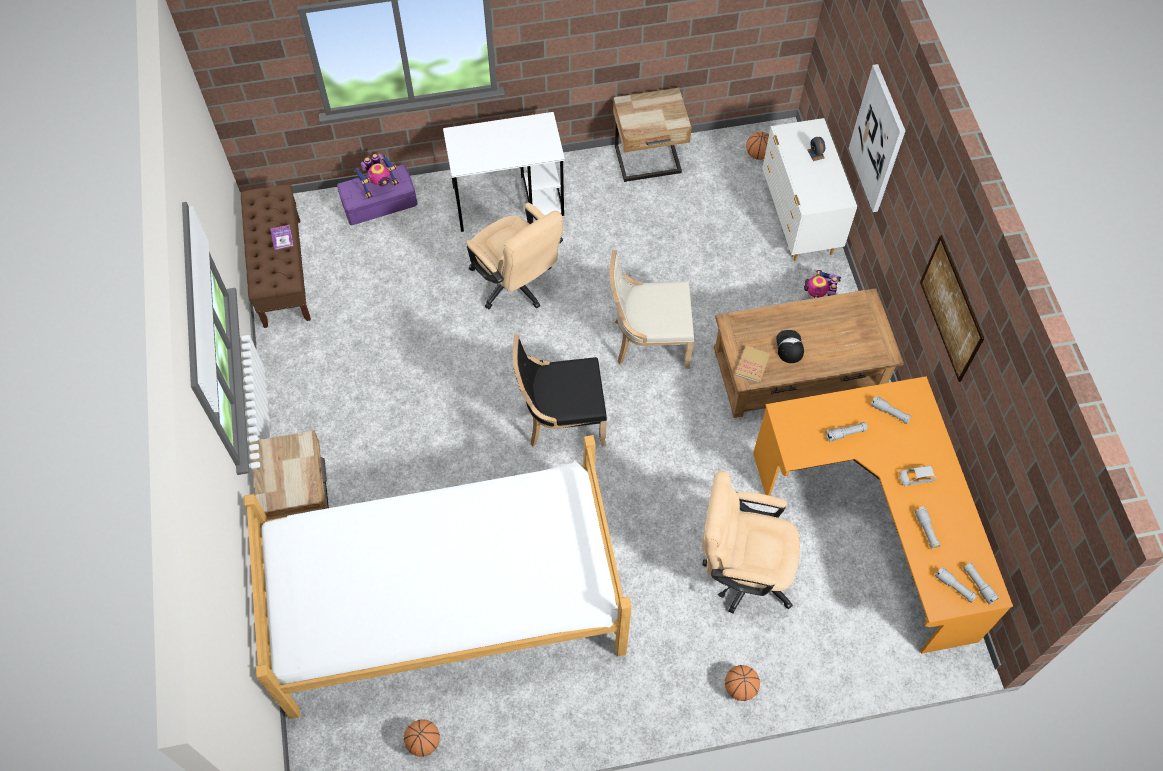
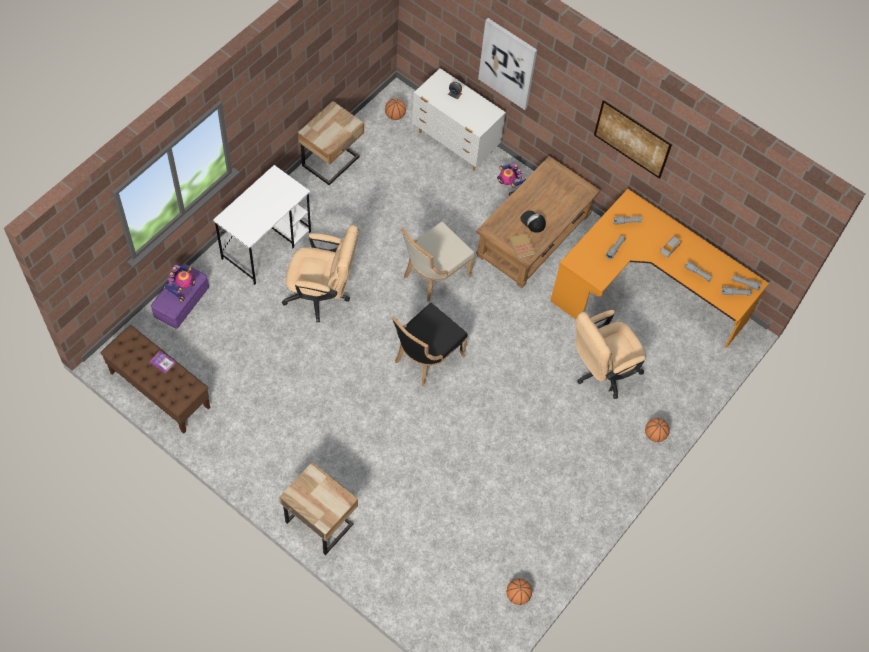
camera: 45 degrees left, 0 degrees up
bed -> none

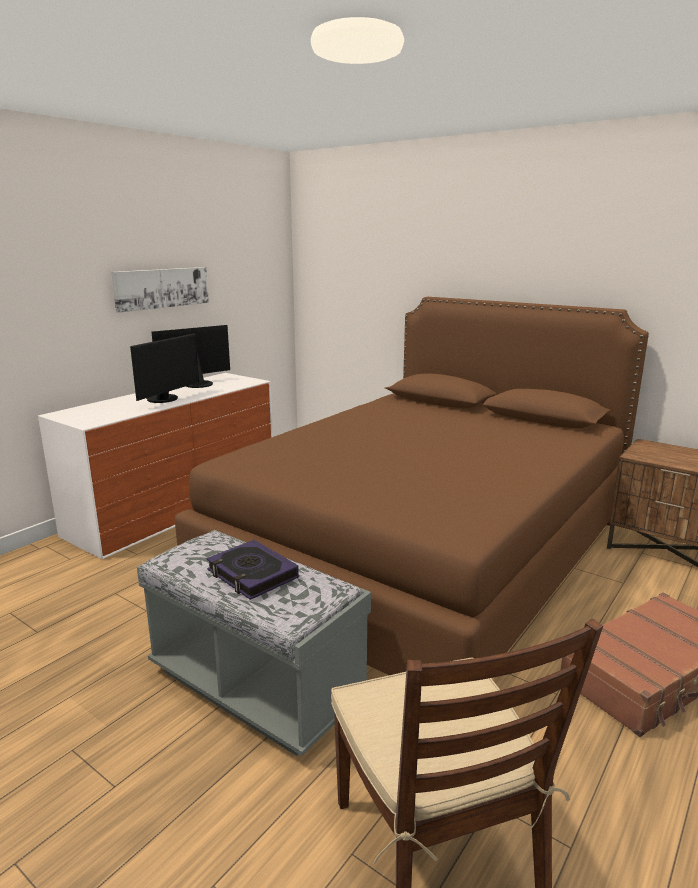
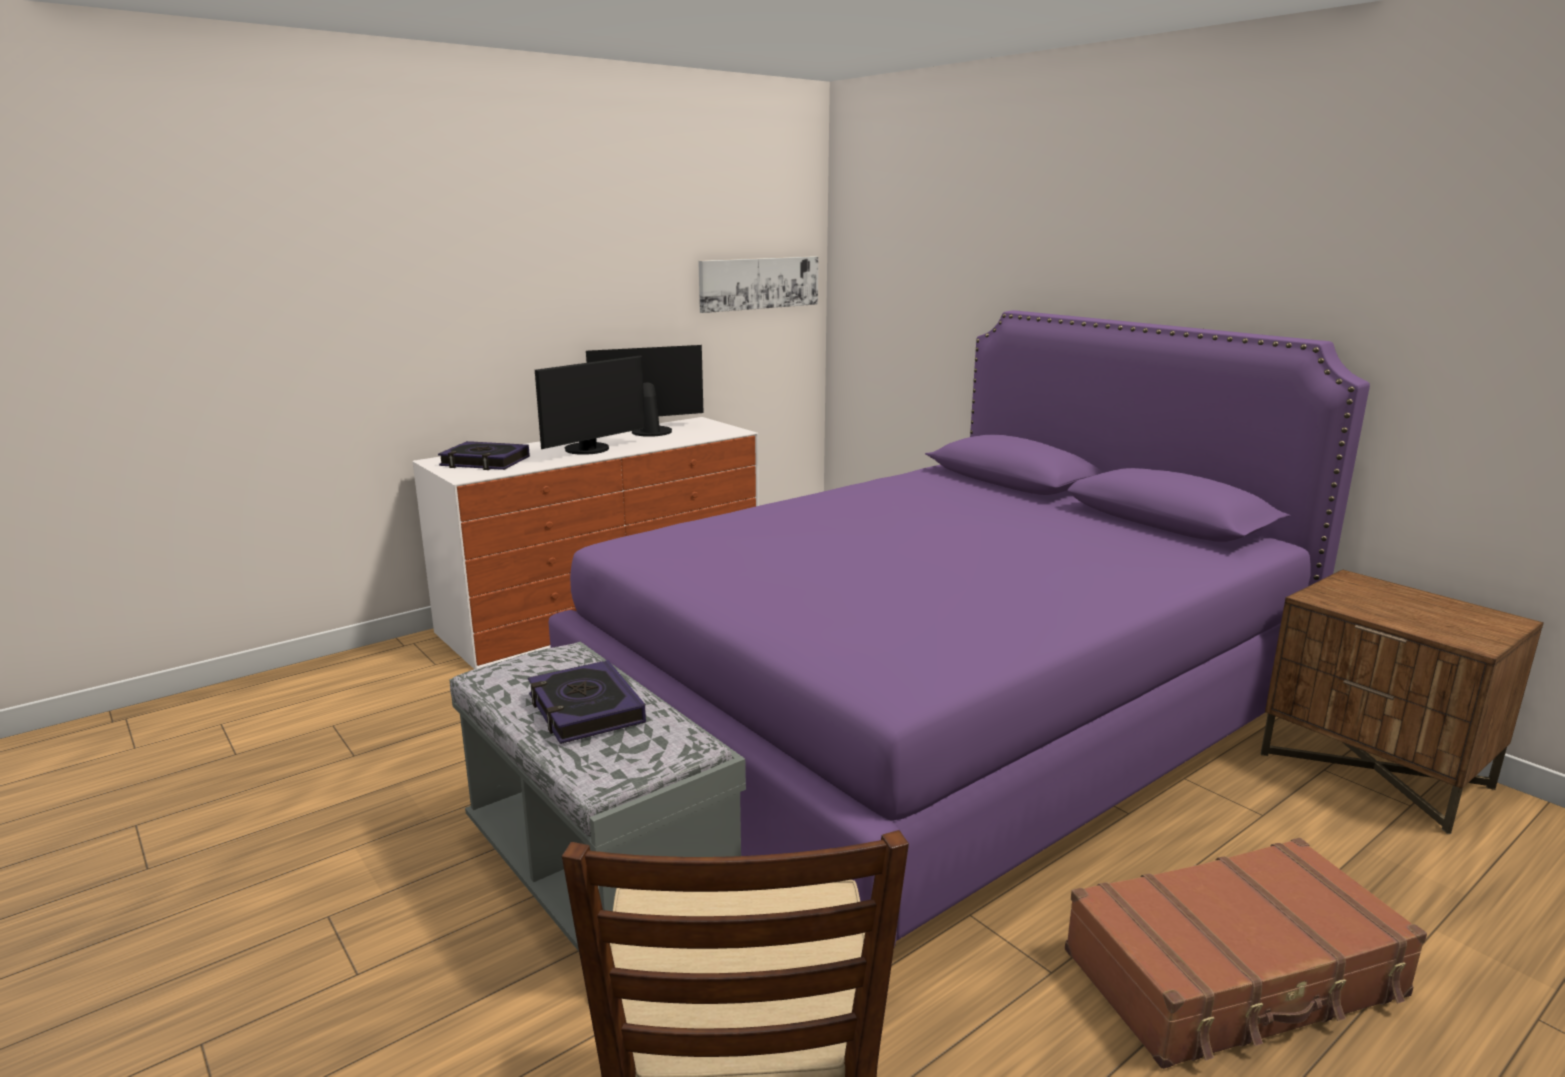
camera: 15 degrees right, 0 degrees up
none -> volume (no. 1 from left)
wall picture, shifted
bed/brownish -> bed/purplish

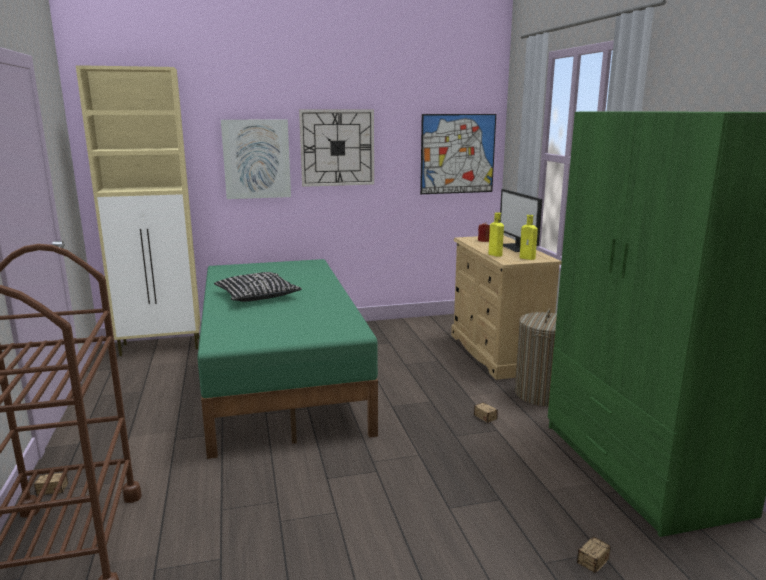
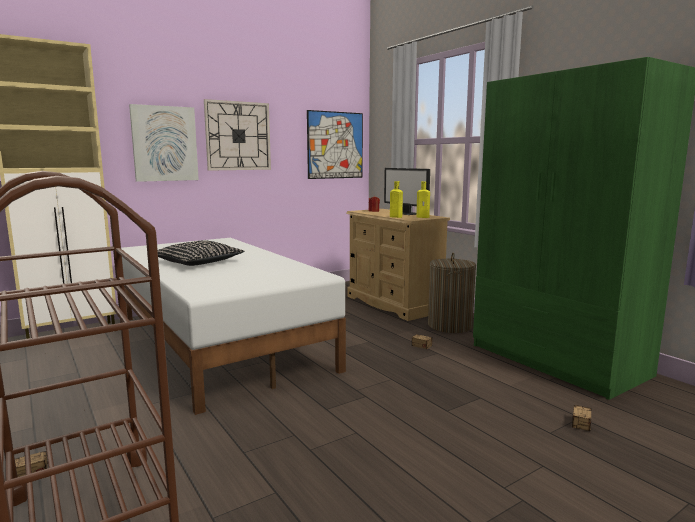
camera: 20 degrees left, 5 degrees down
bed/green -> bed/white-coloured

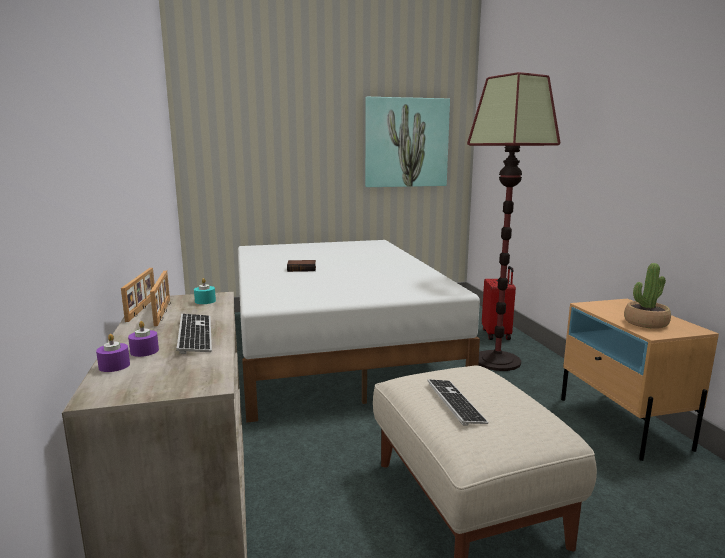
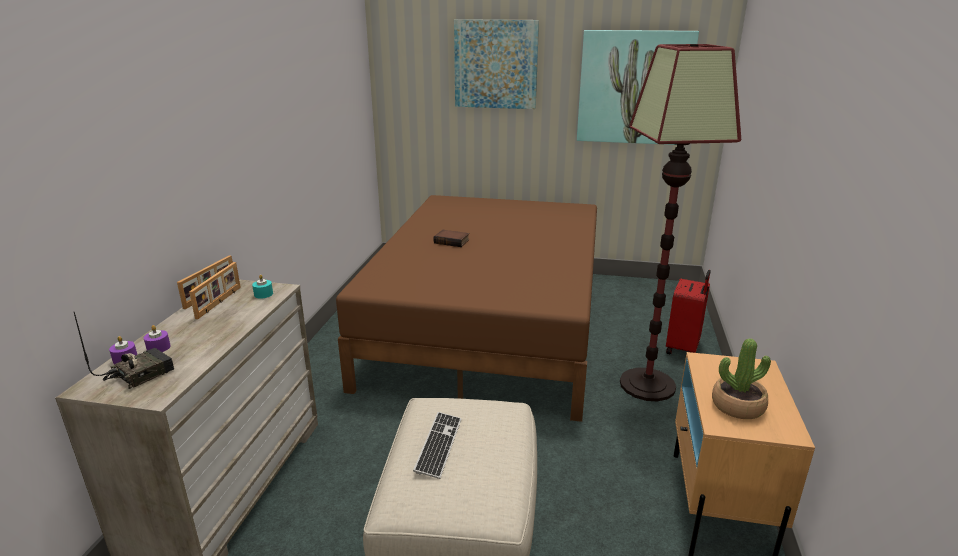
camera: 25 degrees right, 10 degrees up
PC keyboard (no. 1 from left) -> none
none -> radio
none -> wall picture (no. 1 from left)
bed/white-coloured -> bed/brownish

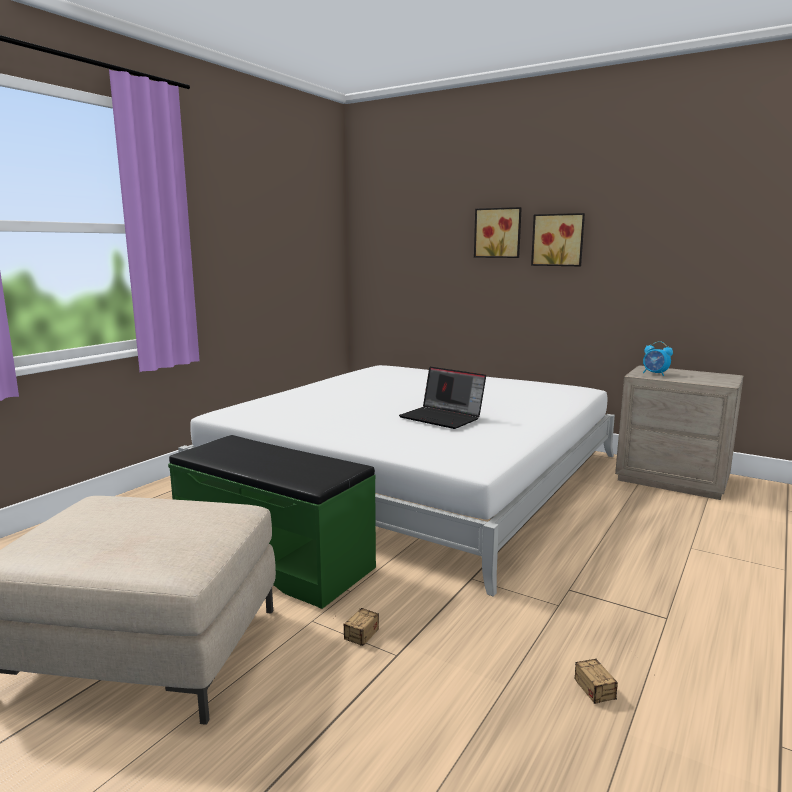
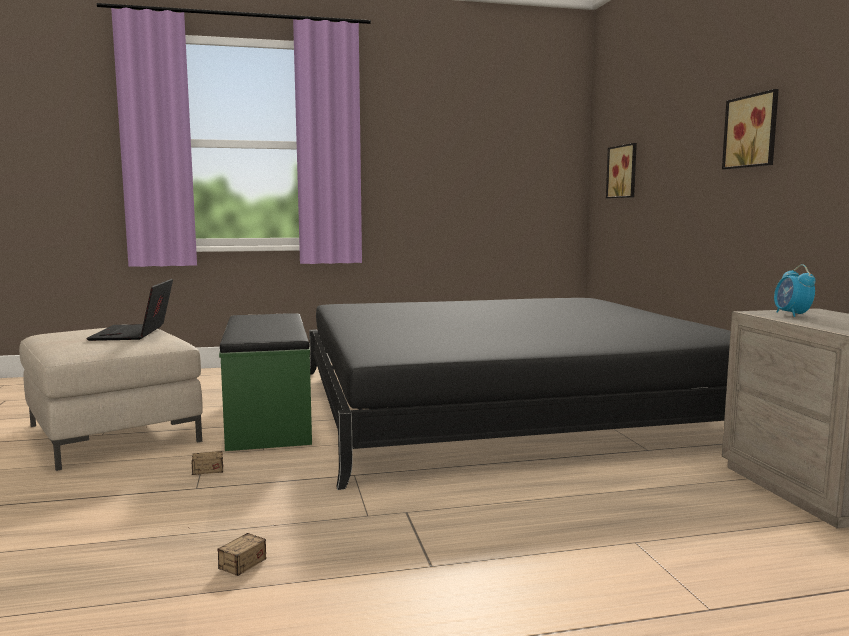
camera: 45 degrees right, 5 degrees down
portable computer, shifted
wall picture (no. 1 from left), shifted
bed/white-coloured -> bed/black-coloured

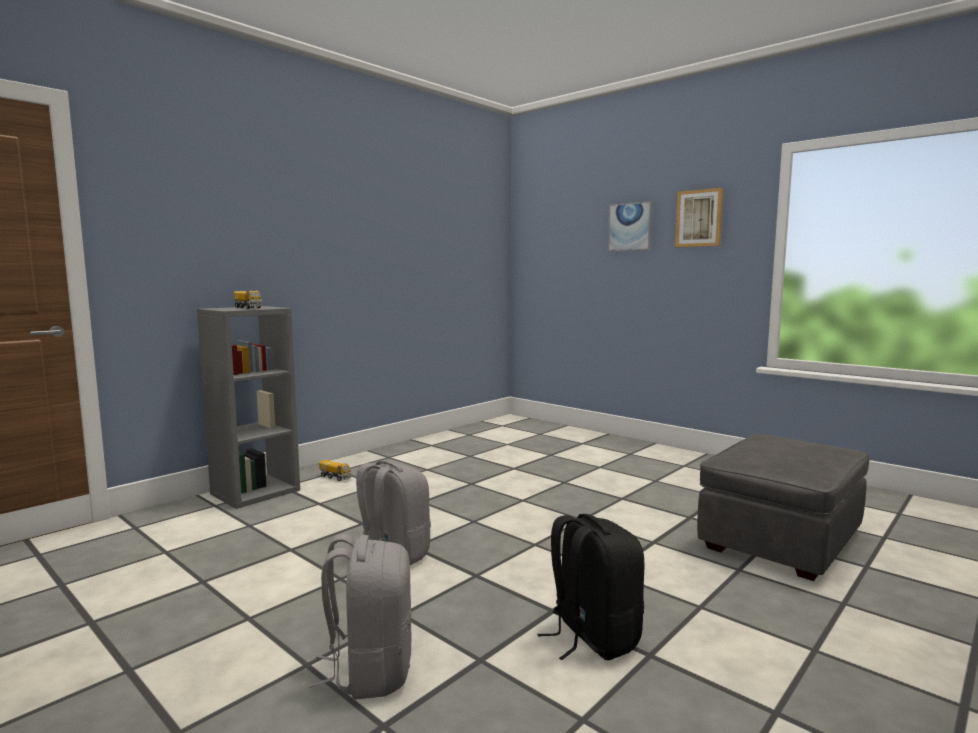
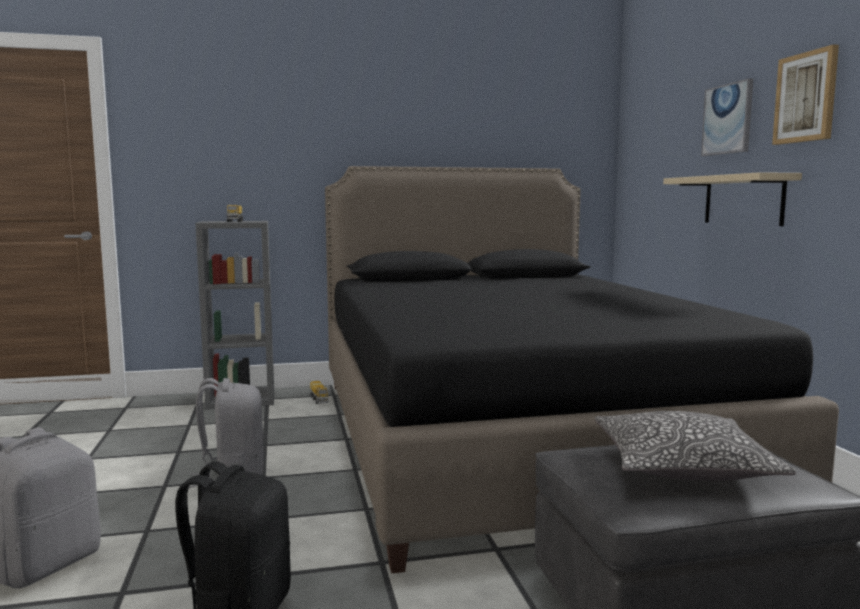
camera: 35 degrees right, 0 degrees up
none -> bed/black-coloured
none -> pillow
none -> wall shelf/sand-coloured

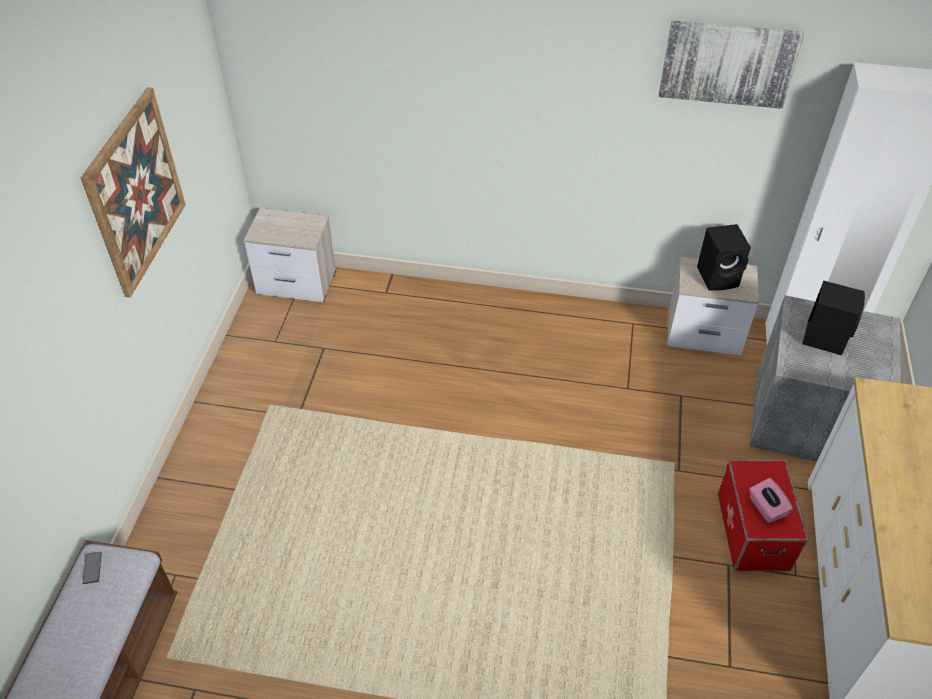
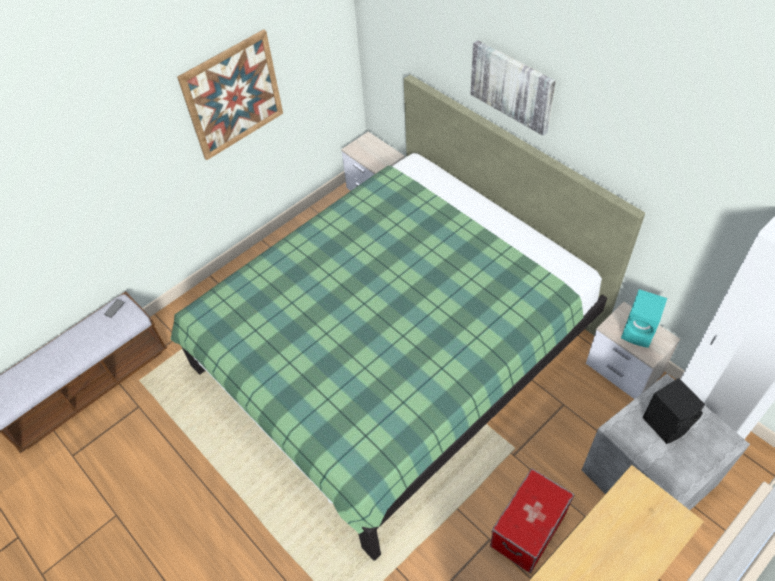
camera: 40 degrees right, 5 degrees up
tissue holder/pink-coloured -> none
none -> bed/green
wall picture (no. 2 from left), shifted
loudspeaker/black-coloured (no. 1 from left) -> loudspeaker/turquoise

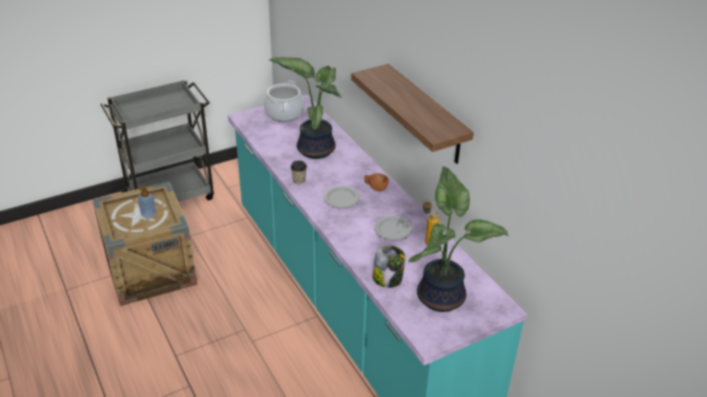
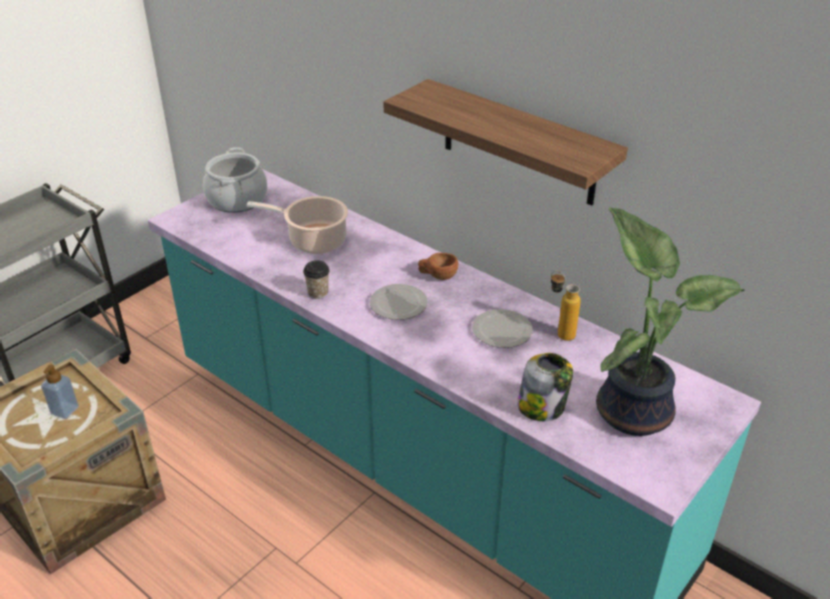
camera: 20 degrees left, 0 degrees up
plant in a pot (no. 1 from left) -> stockpot (no. 2 from left)

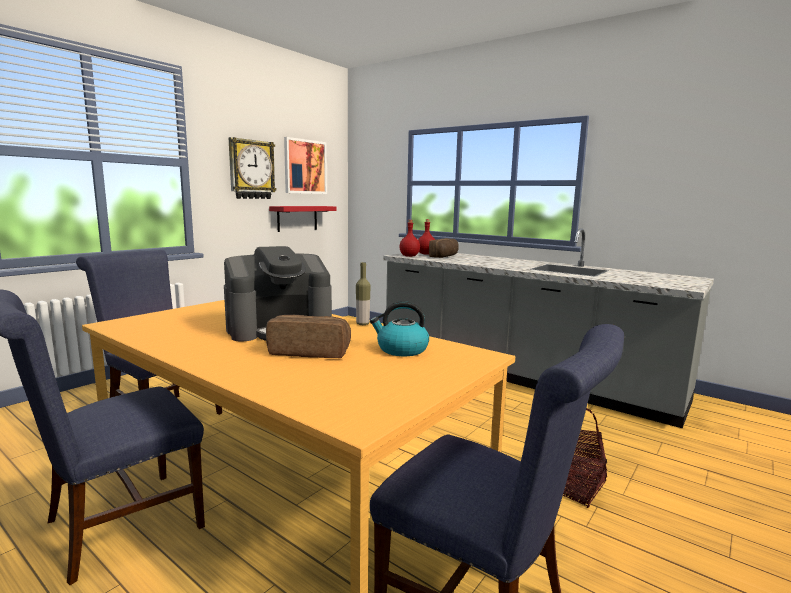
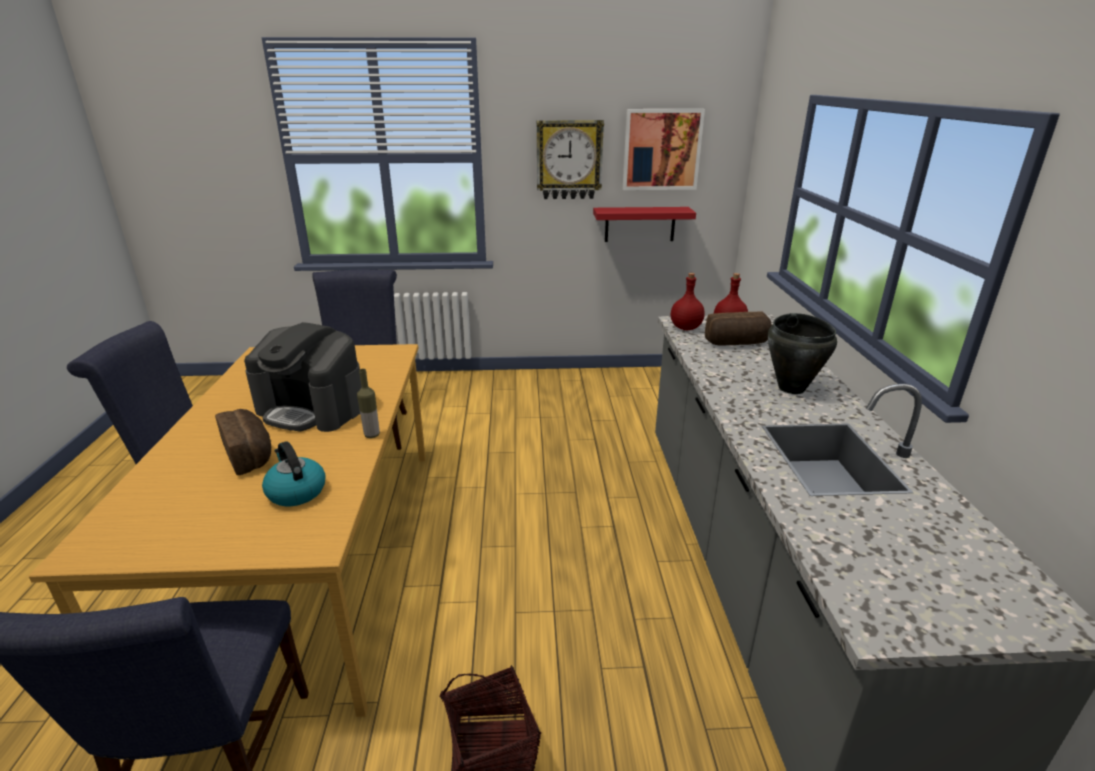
camera: 50 degrees right, 15 degrees up
none -> stockpot/black-coloured

